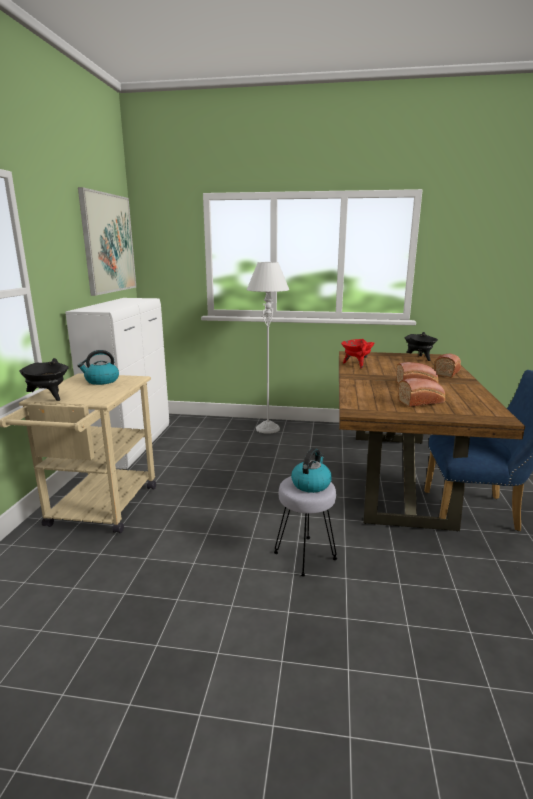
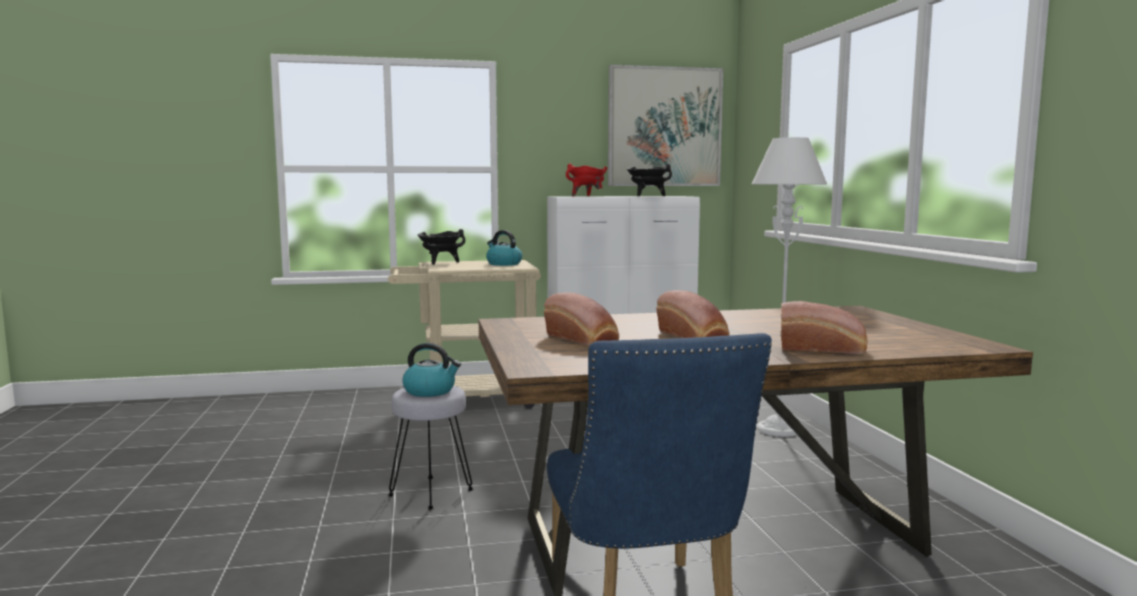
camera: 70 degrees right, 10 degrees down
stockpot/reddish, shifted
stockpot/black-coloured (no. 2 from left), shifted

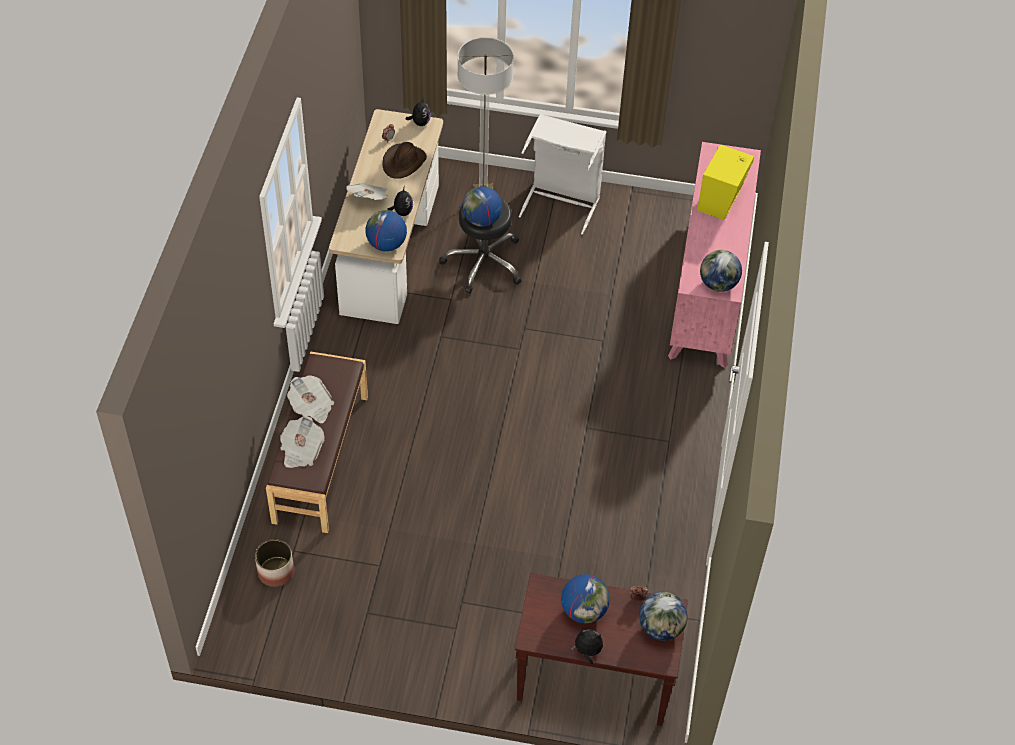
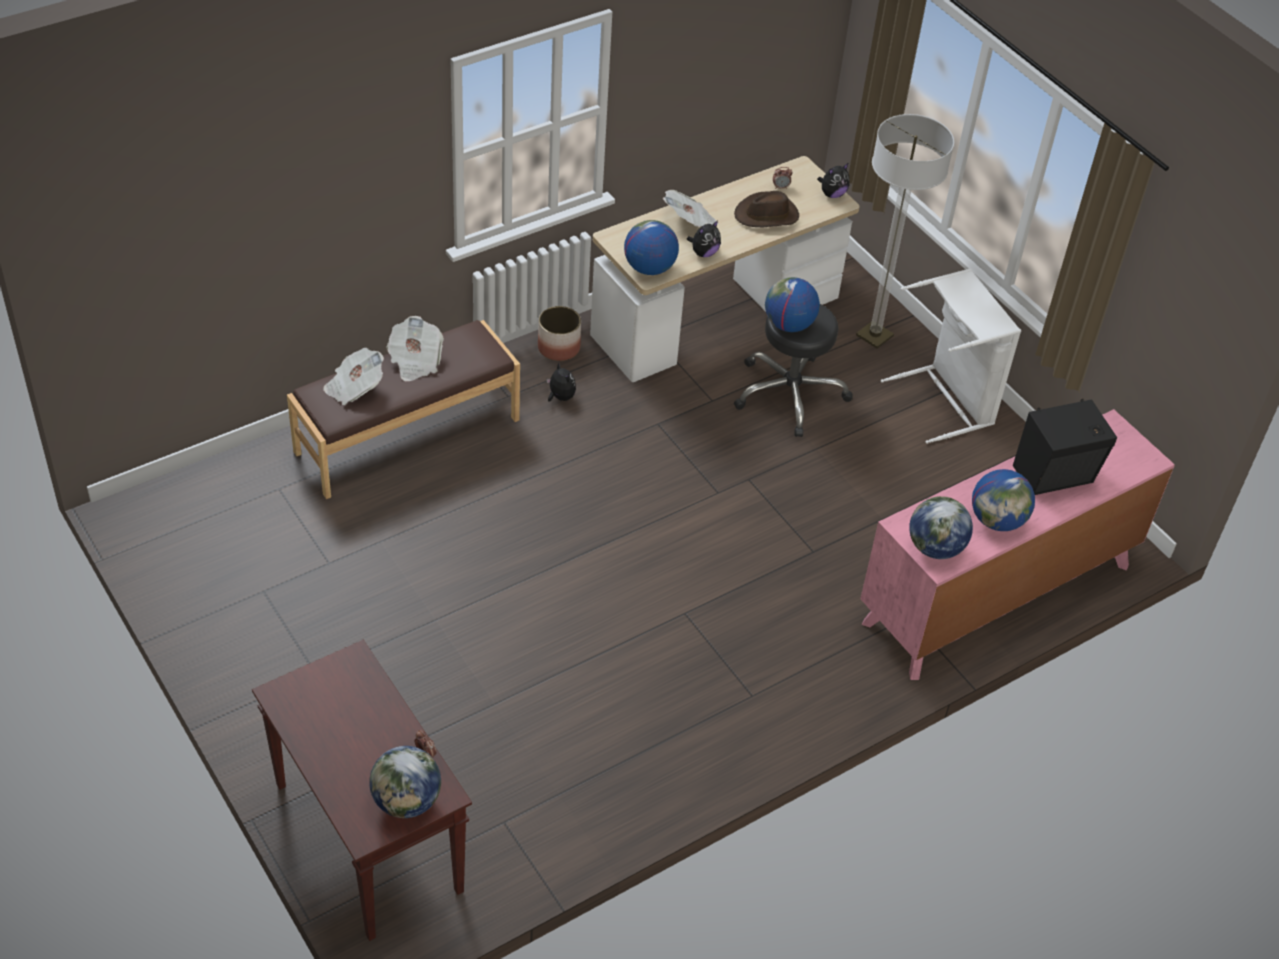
camera: 45 degrees right, 5 degrees down
flower pot, shifted
globe (no. 3 from left in the first image) -> globe (no. 5 from left), shifted
cuddly toy (no. 3 from left in the first image) -> cuddly toy (no. 1 from left), shifted
loudspeaker/yellow -> loudspeaker/black-coloured

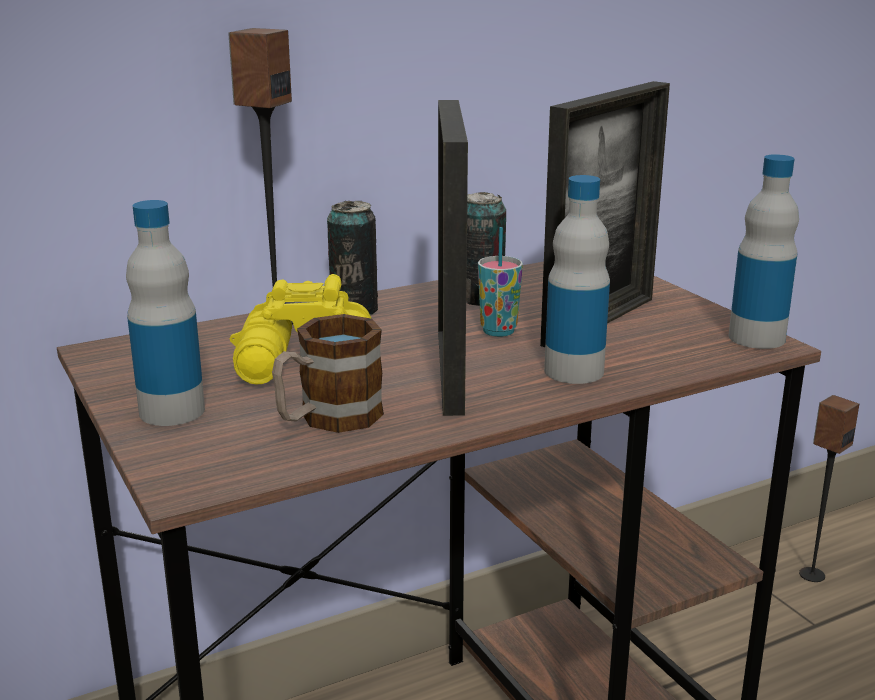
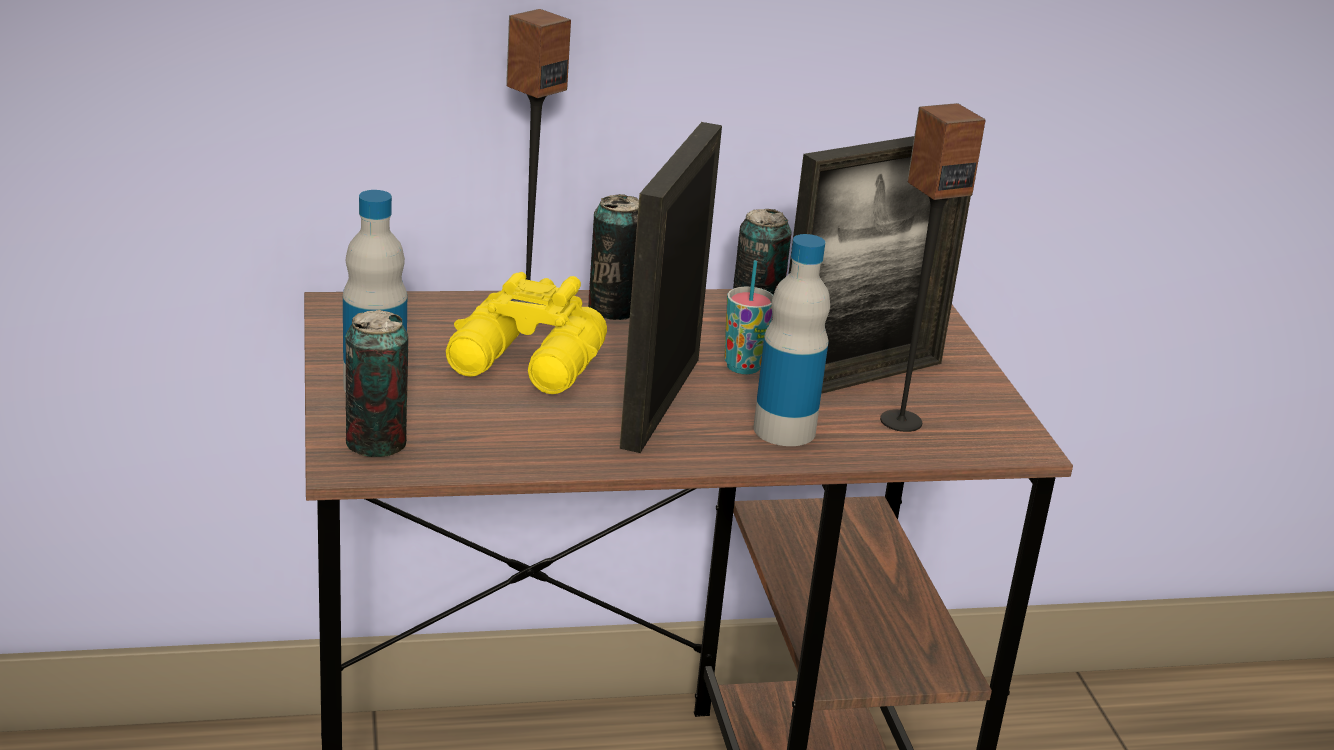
camera: 15 degrees right, 5 degrees up
mug -> none
drink bottle (no. 3 from left) -> none
none -> metal can (no. 1 from left)
loudspeaker (no. 2 from left), shifted

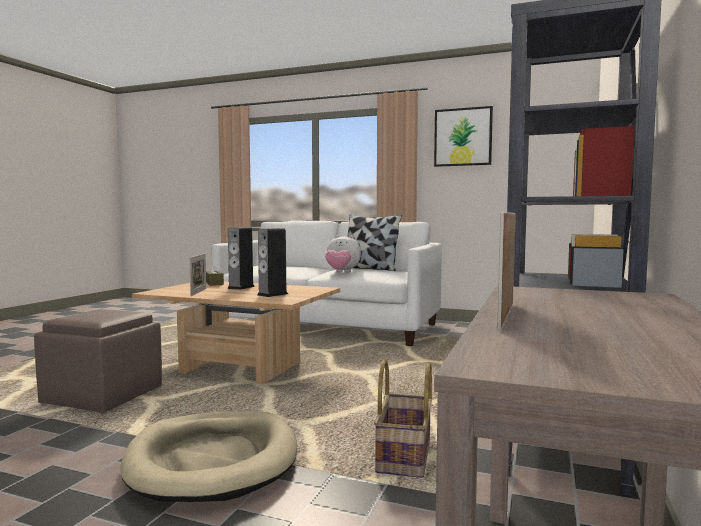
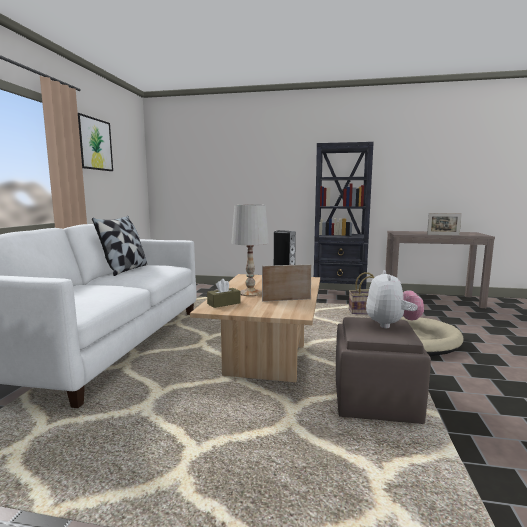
camera: 100 degrees left, 5 degrees up
cuddly toy, shifted
loudspeaker (no. 1 from left) -> tabletop lamp/white-coloured

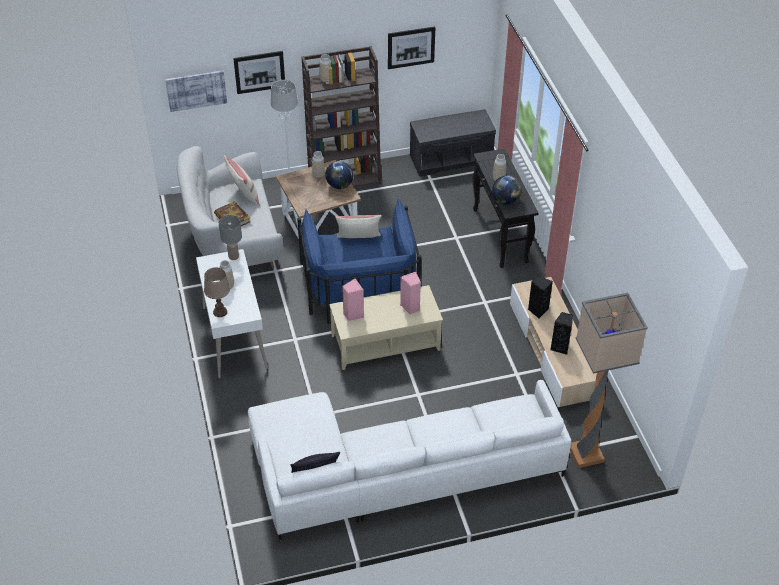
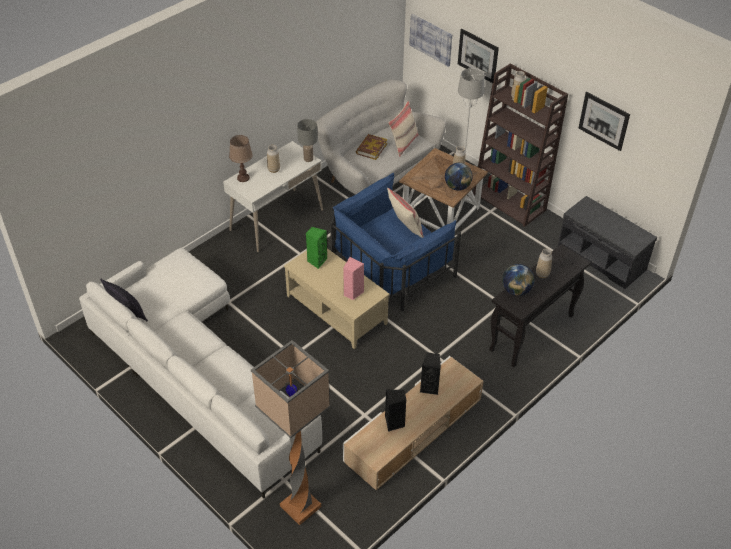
camera: 60 degrees right, 0 degrees up
loudspeaker/pink-coloured (no. 1 from left) -> loudspeaker/green

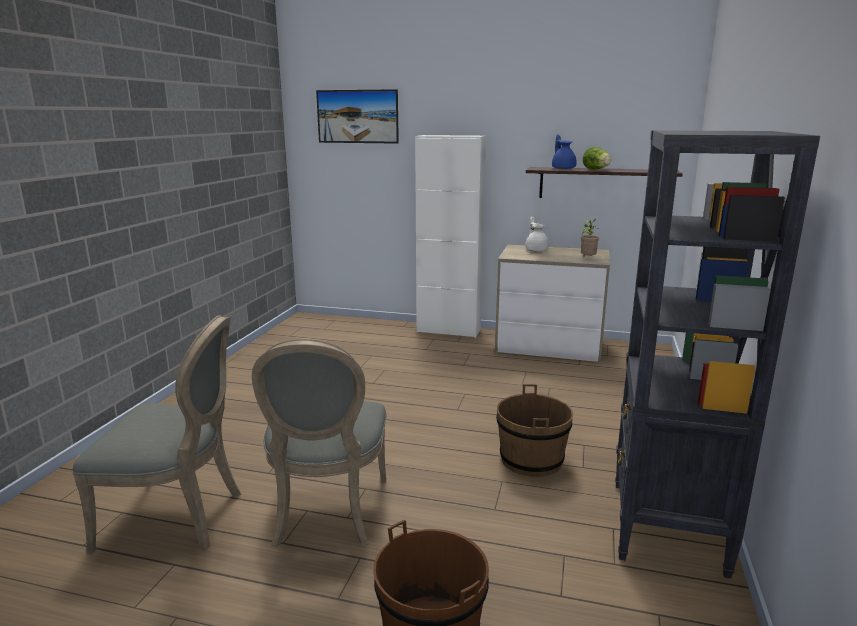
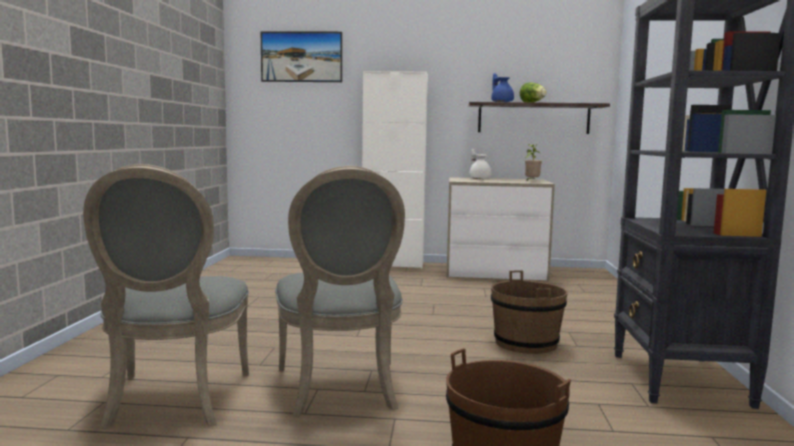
camera: 10 degrees left, 10 degrees down
upright chair/gray (no. 1 from left), 90 degrees clockwise

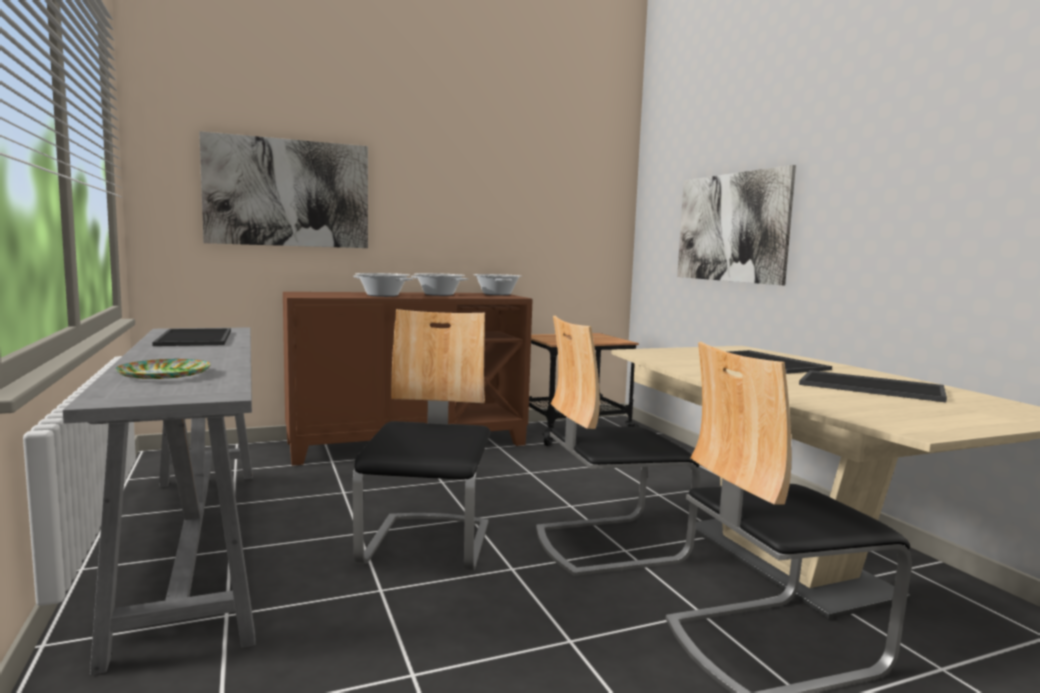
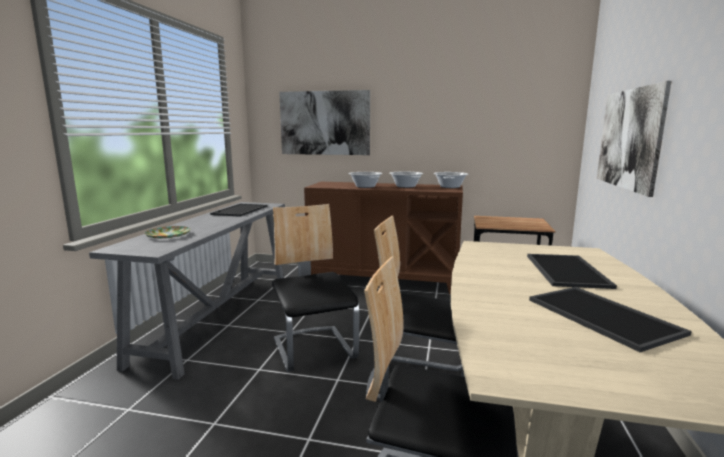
camera: 35 degrees right, 5 degrees up
upright chair (no. 1 from left), 60 degrees counterclockwise

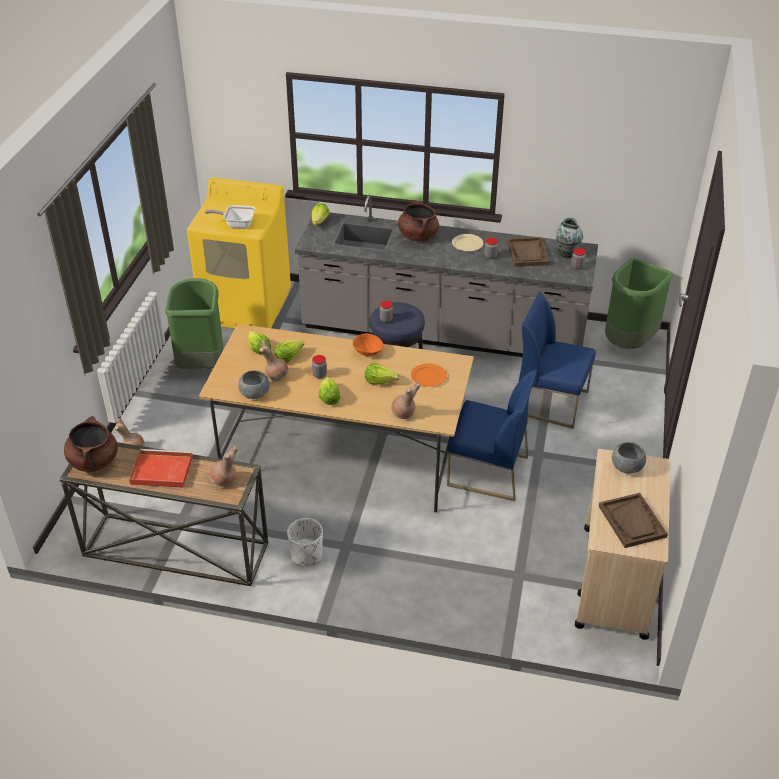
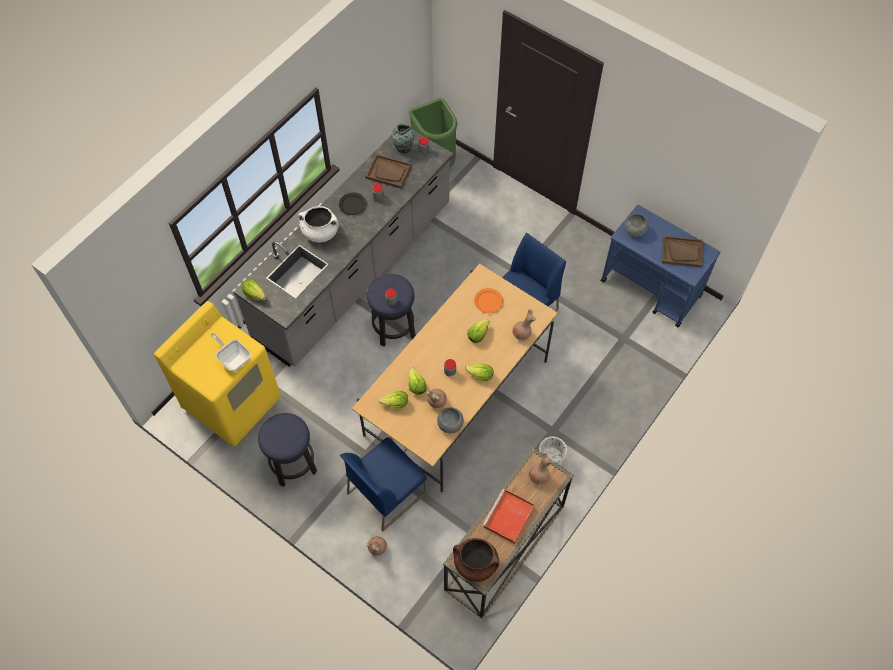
camera: 65 degrees left, 20 degrees up
deep dish/orangey -> none
upright chair/blue-coloured (no. 2 from left in the first image) -> upright chair/blue-coloured (no. 1 from left), shifted
trash can/green (no. 1 from left) -> stool (no. 1 from left)
stockpot/brownish (no. 2 from left) -> stockpot/white-coloured
flat dish/sand-coloured -> flat dish/black-coloured
wheeled cart/sand-coloured -> wheeled cart/blue-coloured
frying pan, 105 degrees clockwise

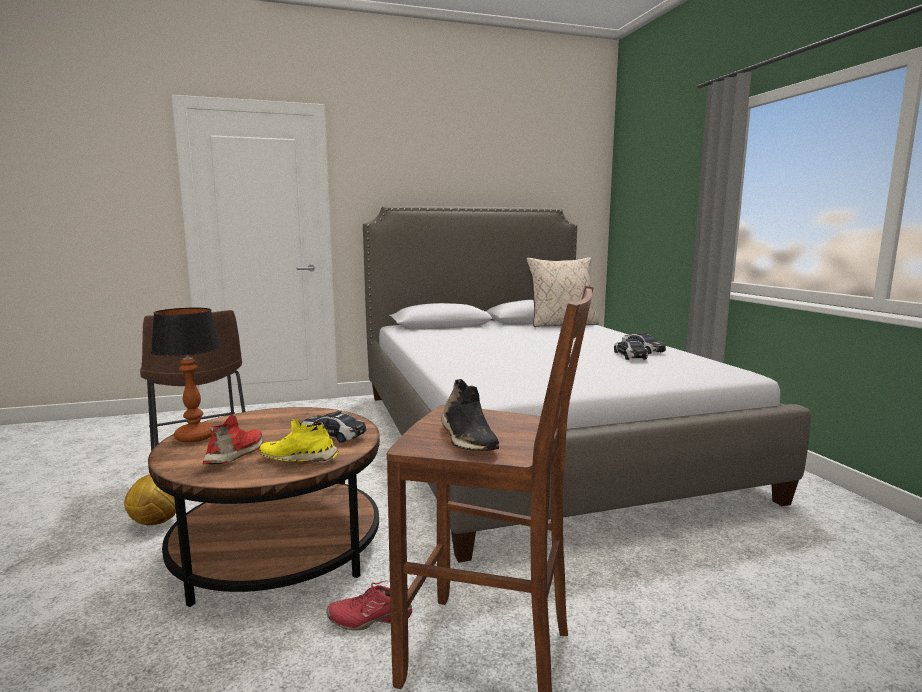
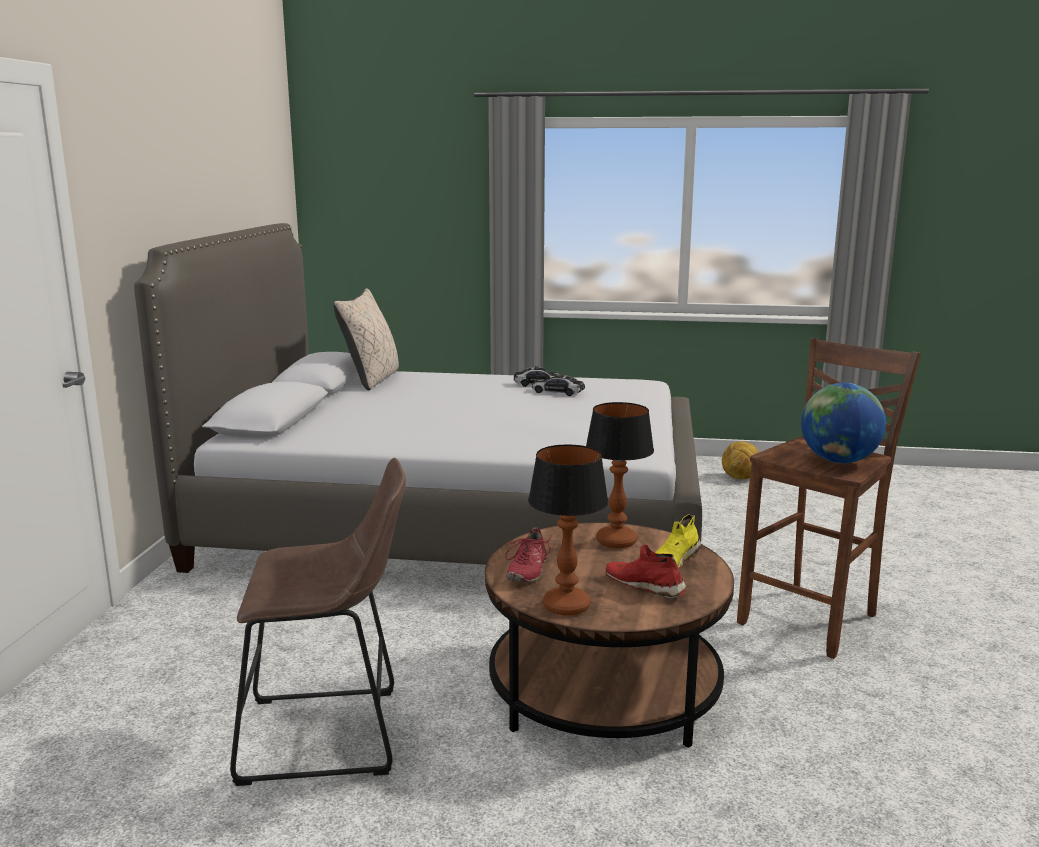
camera: 65 degrees left, 5 degrees up
football, shifted
shoe/reddish (no. 2 from left in the first image) -> shoe/reddish (no. 1 from left), shifted
toy car (no. 1 from left) -> tabletop lamp (no. 2 from left)
shoe/black-coloured -> globe

